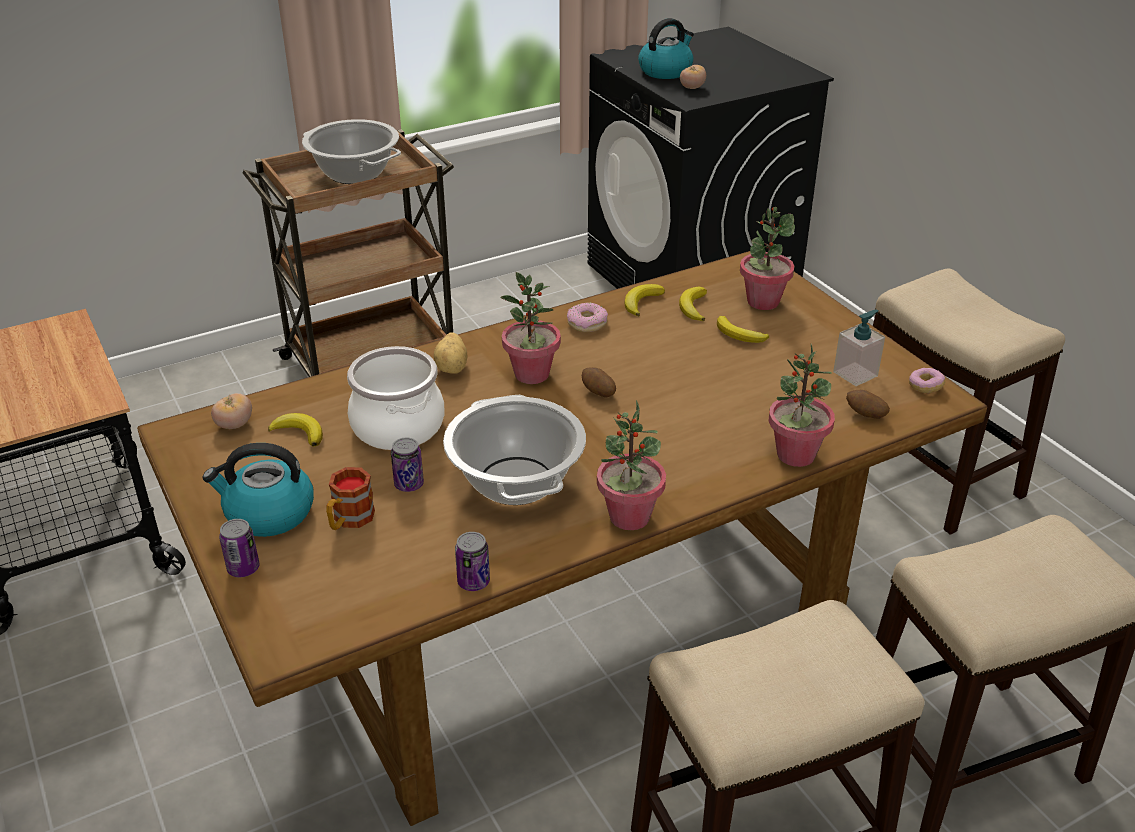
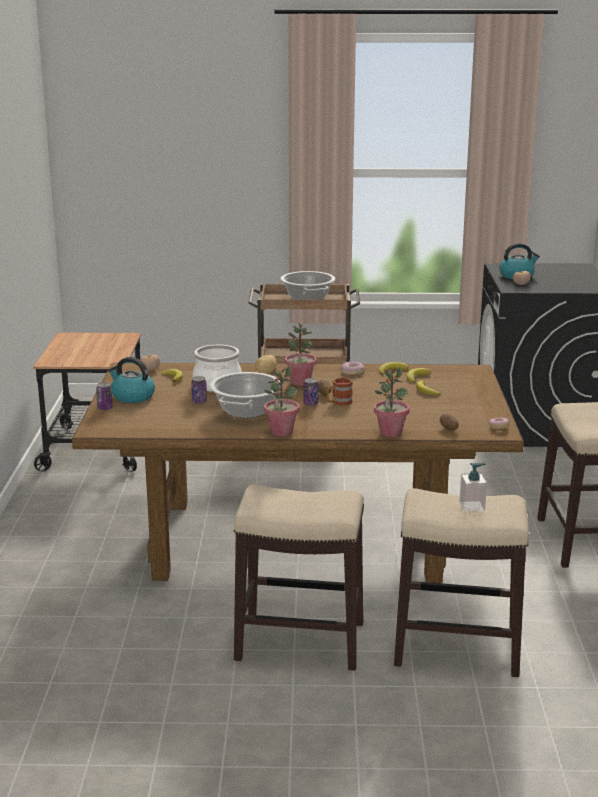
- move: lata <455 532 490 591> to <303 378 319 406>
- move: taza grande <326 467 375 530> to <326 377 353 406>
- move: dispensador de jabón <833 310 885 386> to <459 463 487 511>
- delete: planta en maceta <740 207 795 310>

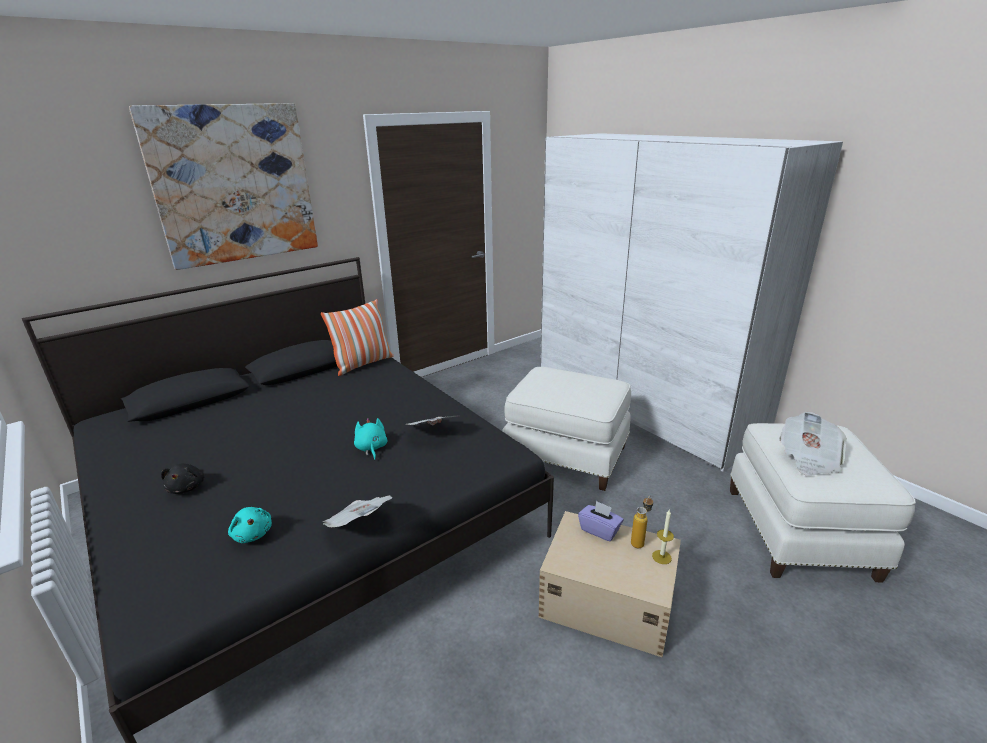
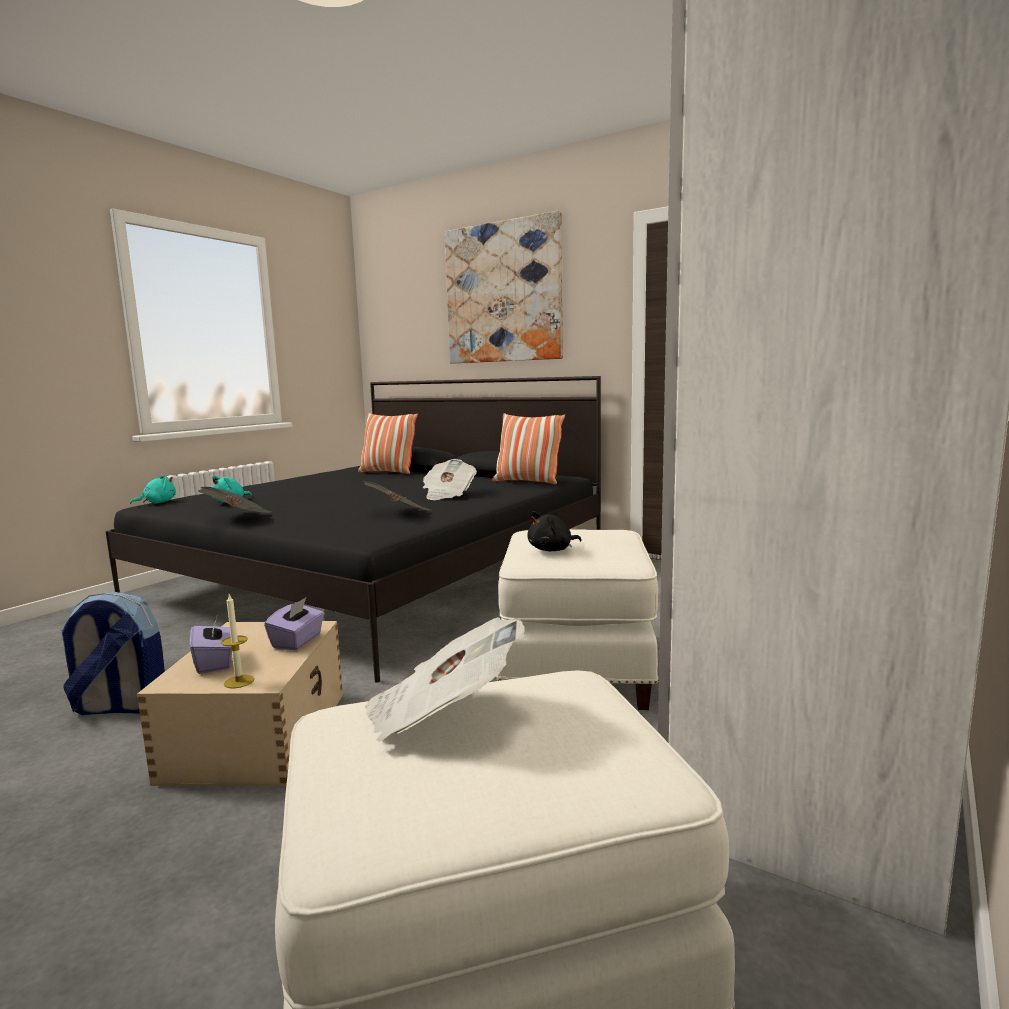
- insert: mochila <62 592 165 715>
- move: peluche/turquesa <354 418 387 460> to <130 475 176 504>
- insert: caja de pañuelos/morado <190 617 232 674>
- insert: cojín <358 413 418 474>
- insert: periódico <423 459 477 500>
- move: peluche/negro <161 463 205 494> to <527 511 581 551>
- delete: botella <631 496 653 548>

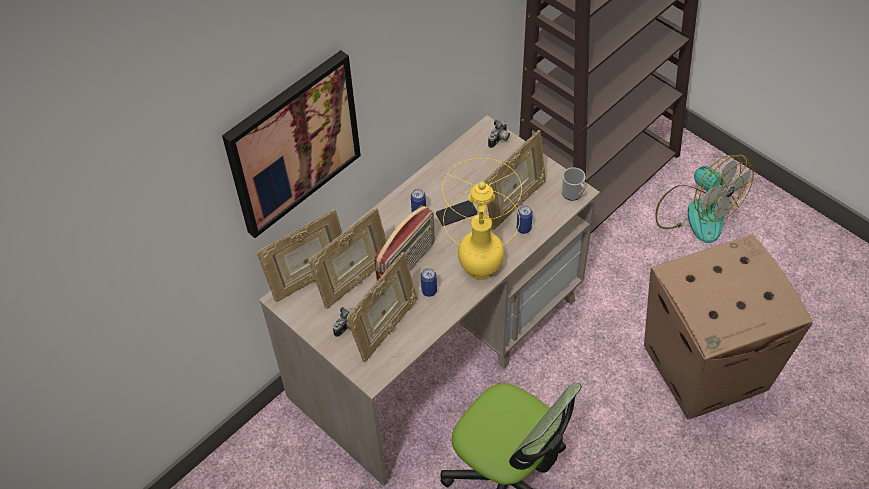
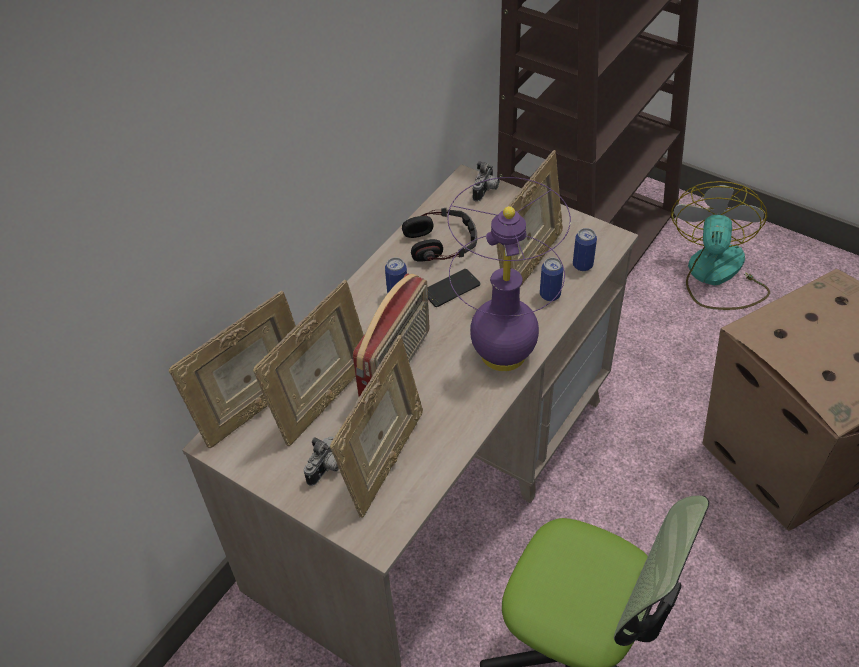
- insert: auriculares <402 207 477 262>
- recolor: lámpara de mesa/amarillo <442 158 522 280> to lámpara de mesa/morado <448 177 571 371>
- move: lata <421 268 437 297> to <573 228 597 271>
- rotate: ventilador <655 155 754 243> = <671 181 770 310> 120 degrees counterclockwise
- delete: cuadro <222 50 361 238>
- delete: taza grande <562 167 586 201>

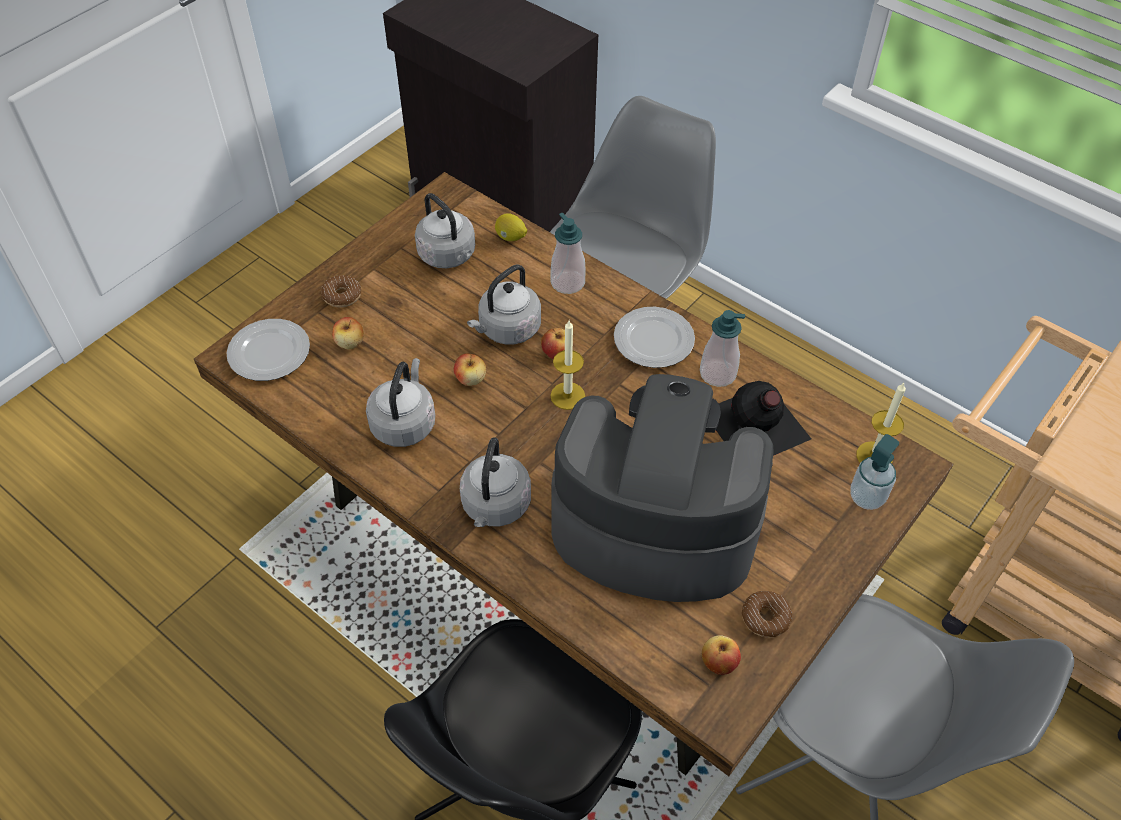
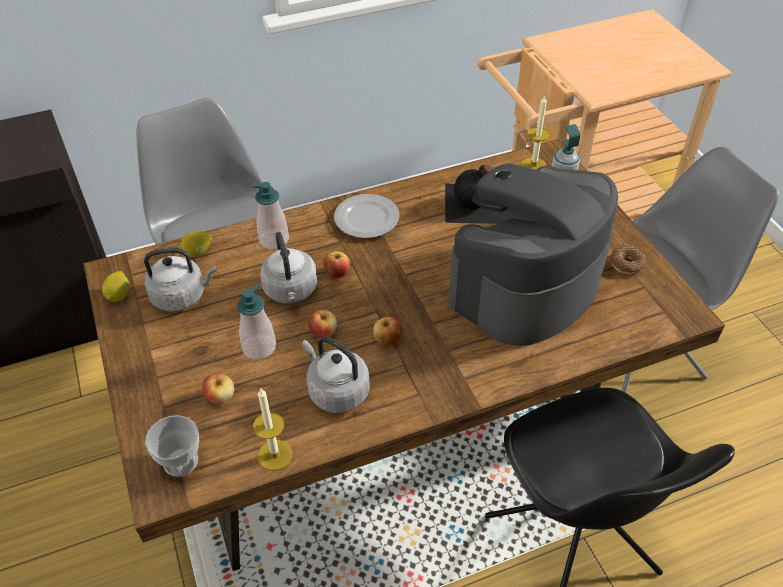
- insert: limón <102 271 129 302>
- replace: plato <227 319 310 381> to taza <145 415 199 477>
- move: dispensador de jabón <700 310 745 387> to <237 284 276 360>
- move: vela <550 320 585 410> to <253 389 292 470>
- move: manzana <701 635 741 675> to <373 317 403 346>
- delete: rosquilla <321 275 361 308>
- delete: hervidor/gris <460 437 531 527>

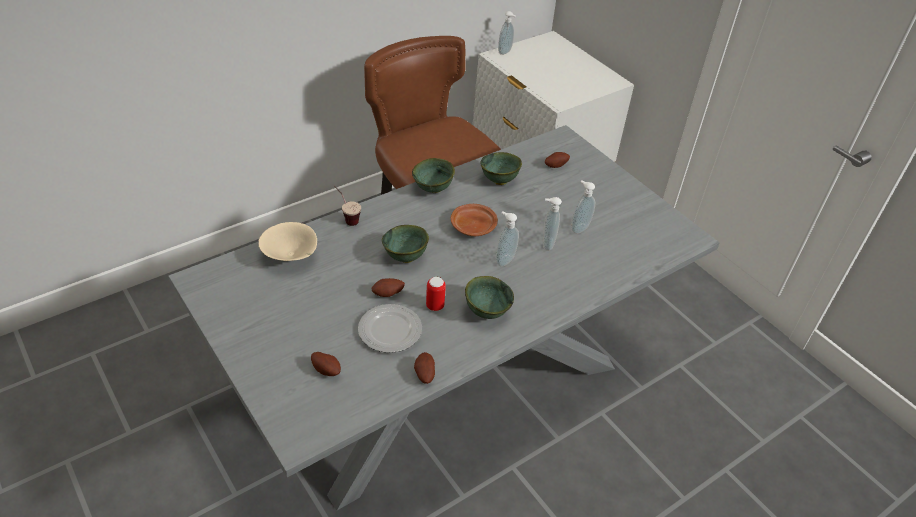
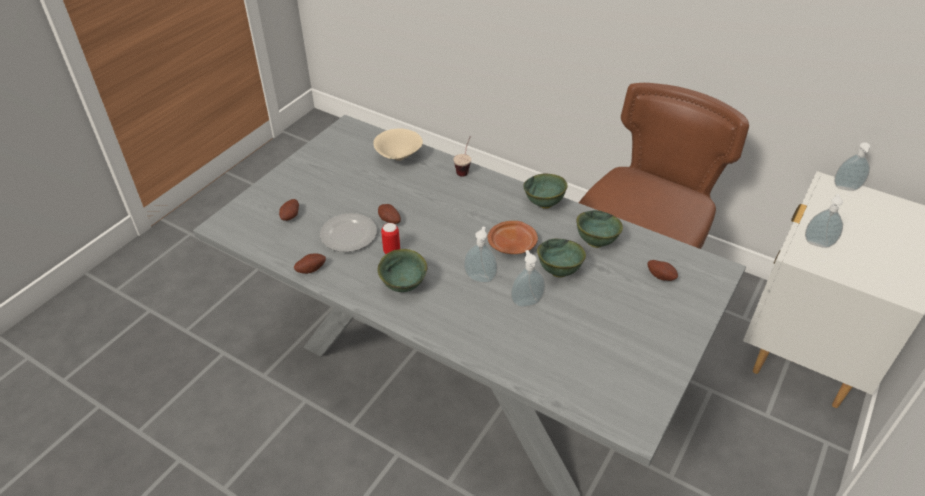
- move: cuenco/verde <382 225 429 263> to <537 239 586 278>
- move: dispensador de jabón <571 180 595 234> to <805 194 843 248>

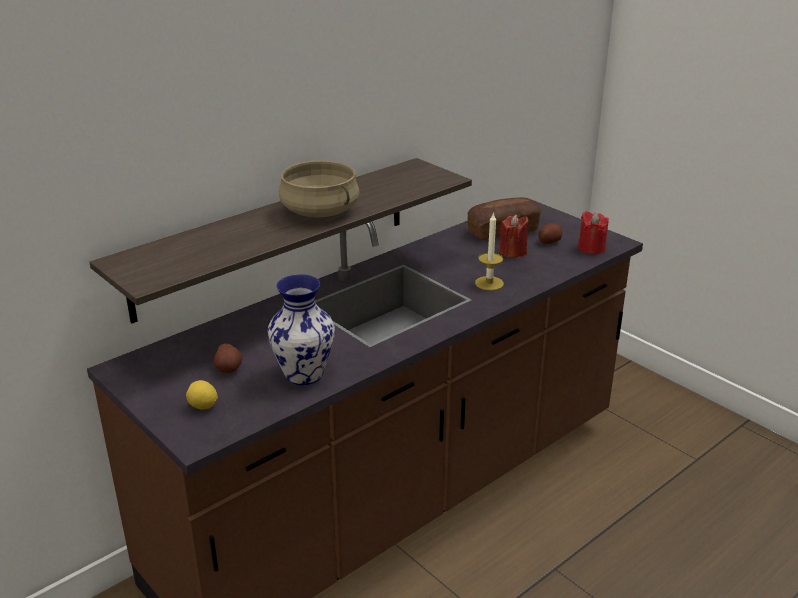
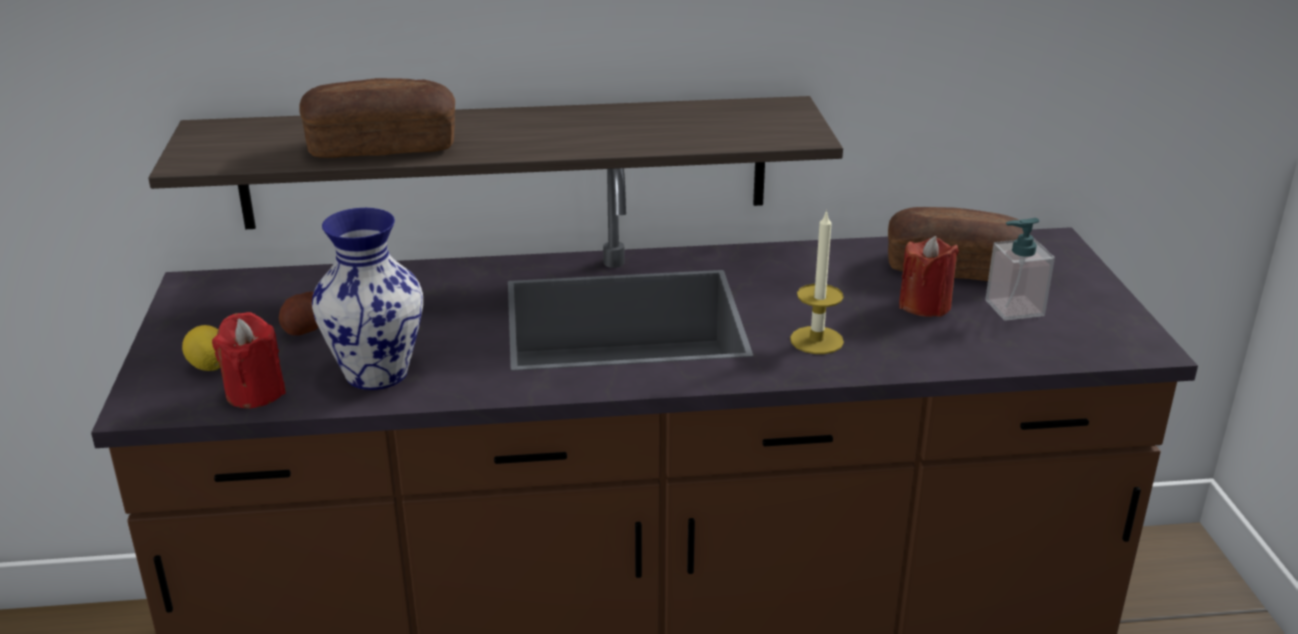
- move: vela/rojo <578 211 609 255> to <212 312 286 409>
- insert: pan <299 78 455 158>
- replace: patata <538 223 563 244> to dispensador de jabón <985 218 1055 321>
- delete: olla/beis <279 160 360 218>

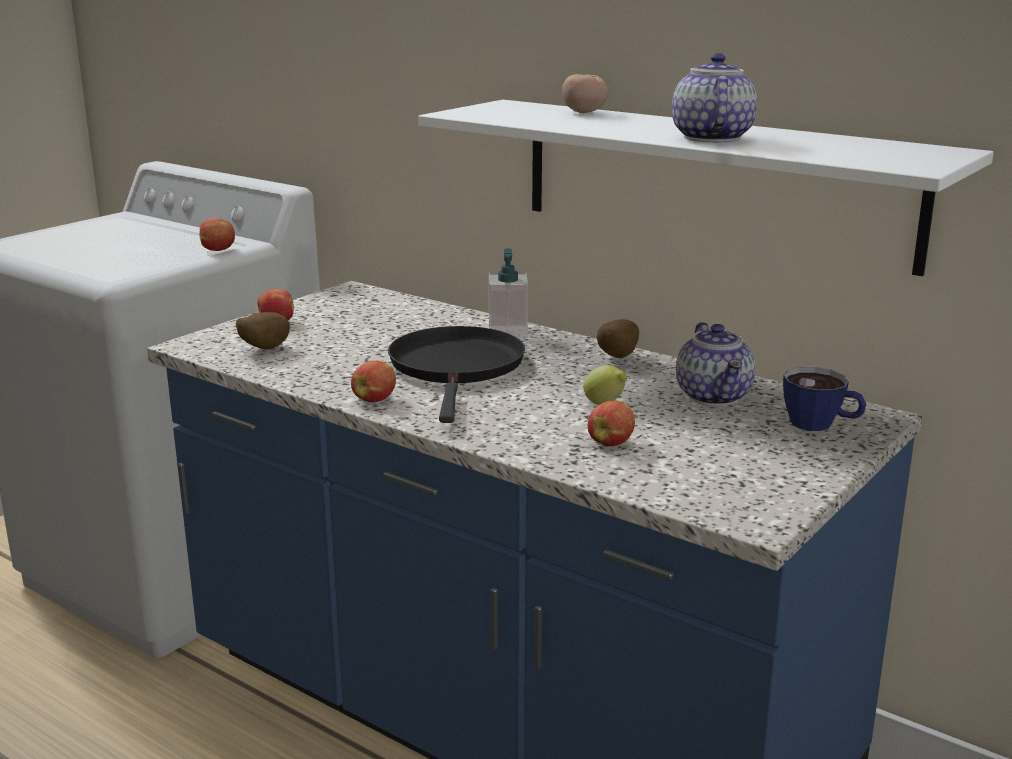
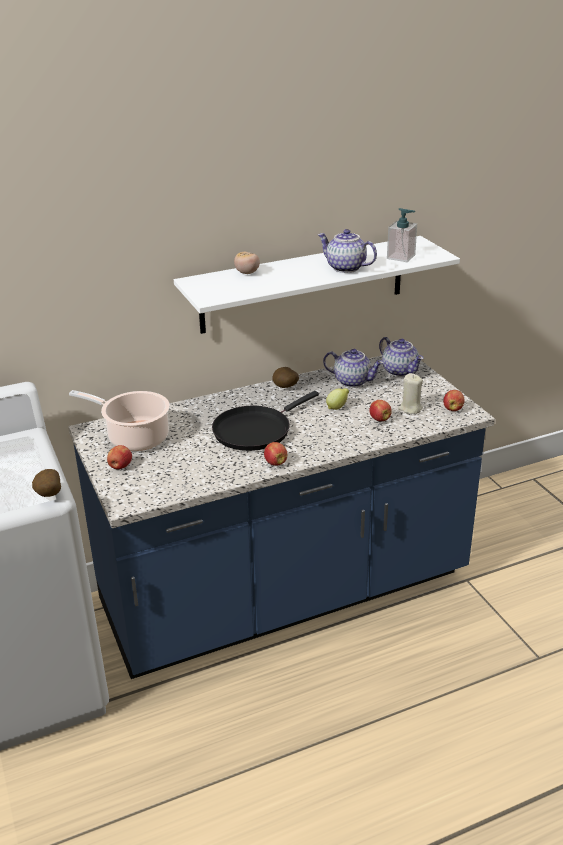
- move: patata <236 312 290 350> to <32 469 61 497>
- insert: olla <69 390 170 451>
- rotate: sartén/negro <388 326 525 423> = <212 391 319 451> 75 degrees counterclockwise
- replace: taza <783 367 867 431> to tetera <379 337 424 377>
- move: dispensador de jabón <489 248 528 338> to <387 208 417 262>
- insert: vela/beis <398 373 423 414>
- move: manzana <199 218 235 251> to <443 390 465 411>

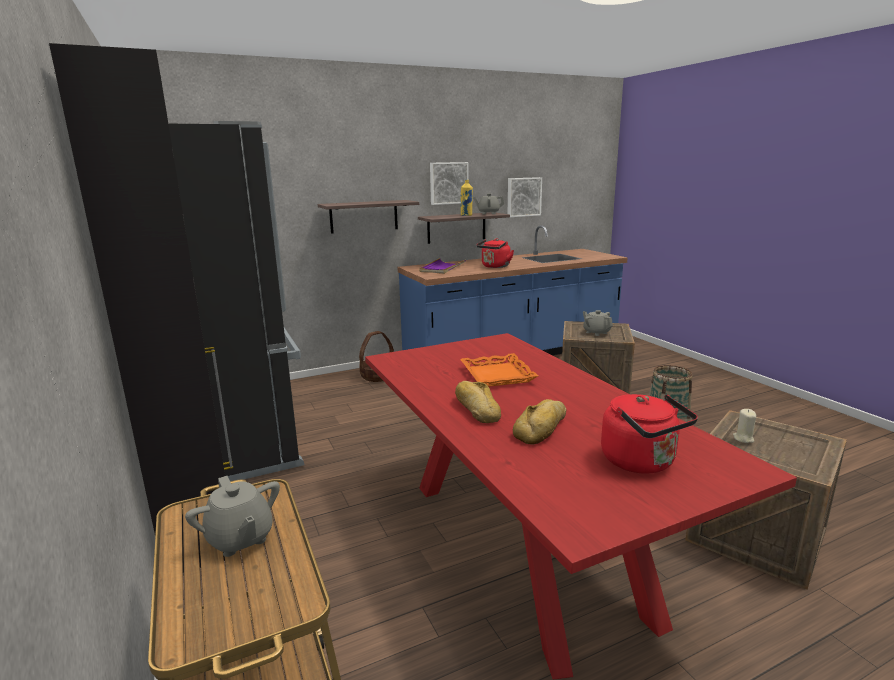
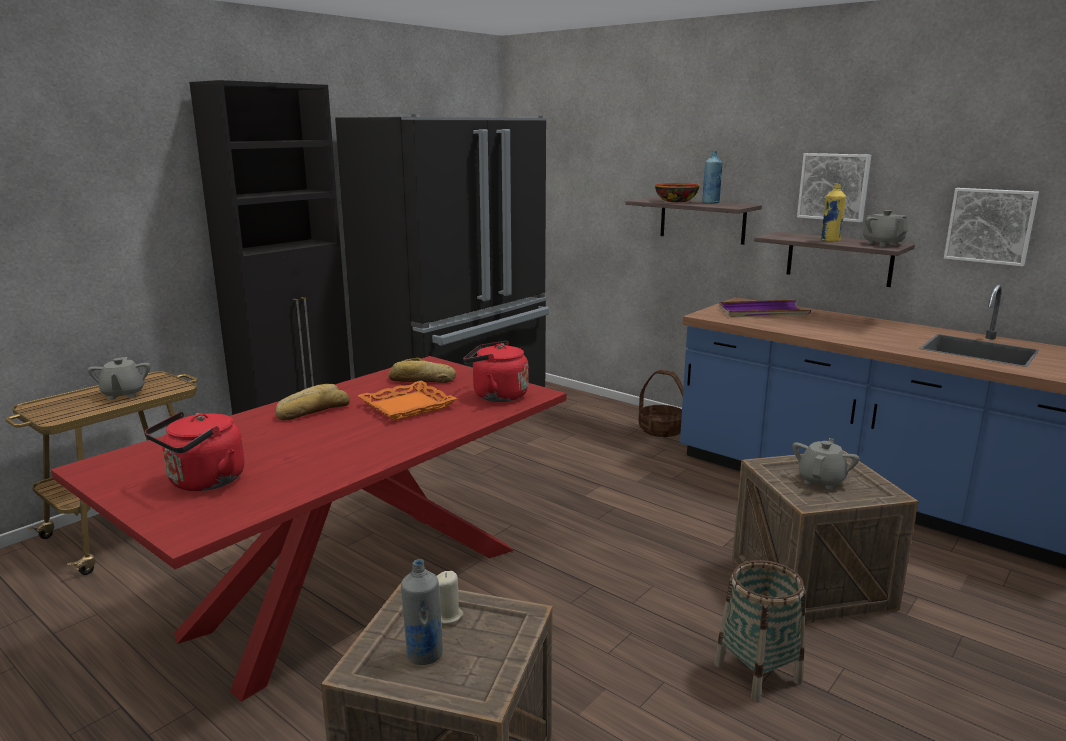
- rotate: tetera/gris <185 476 280 557> = <88 357 151 400> 45 degrees counterclockwise
- move: pan <513 399 566 445> to <388 358 456 383>
- insert: botella/gris <401 559 443 665>
- move: hervidor/rojo <477 238 514 268> to <463 341 529 402>
- insert: cuenco <655 183 699 202>
- insert: botella/azul <702 151 722 204>

